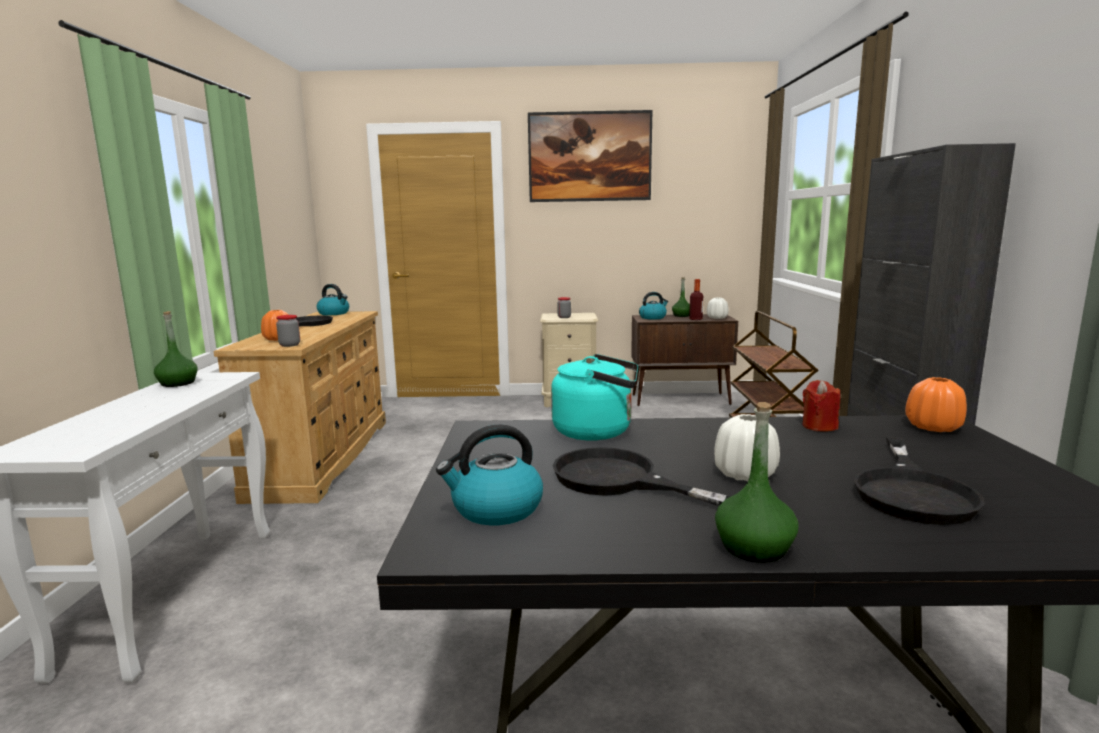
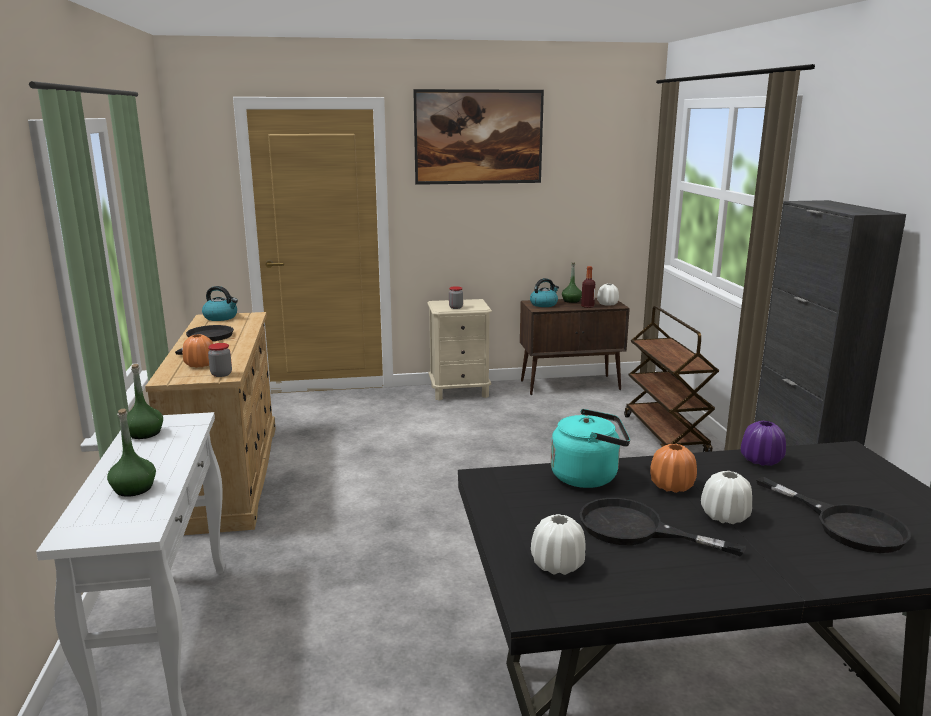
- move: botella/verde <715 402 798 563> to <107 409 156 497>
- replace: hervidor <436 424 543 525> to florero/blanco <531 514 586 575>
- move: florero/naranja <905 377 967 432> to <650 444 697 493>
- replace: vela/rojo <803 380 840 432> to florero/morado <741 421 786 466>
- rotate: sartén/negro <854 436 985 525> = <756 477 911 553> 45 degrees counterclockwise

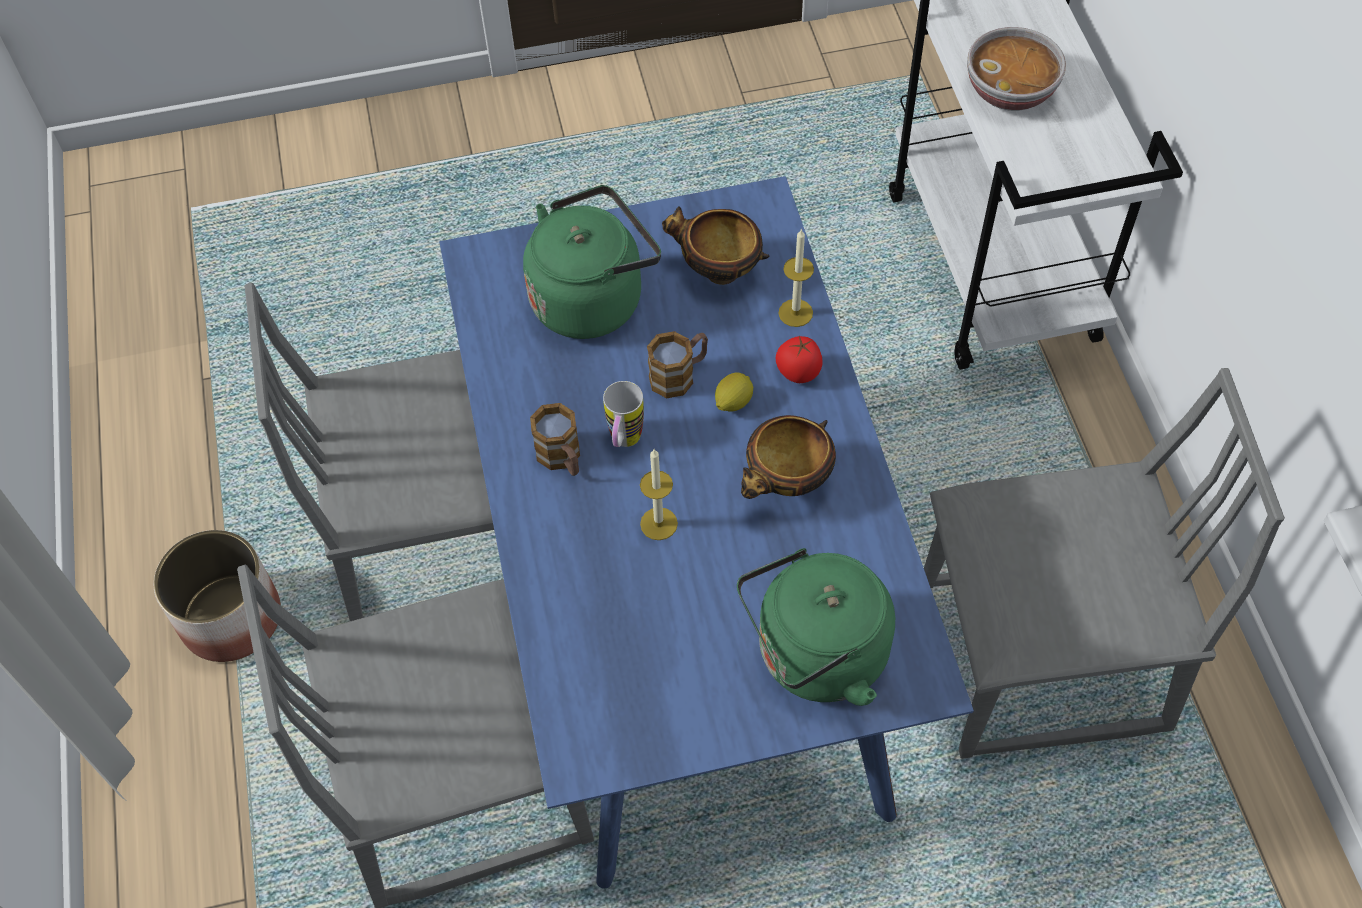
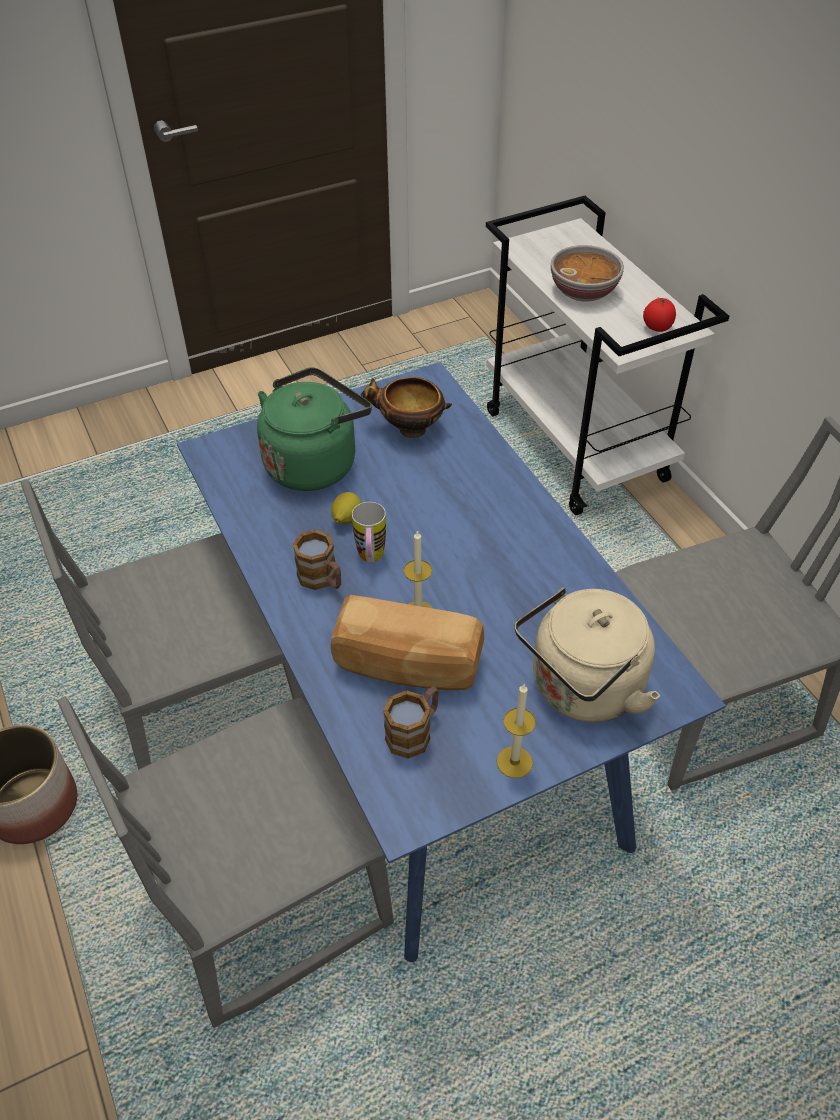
- move: limón <715 373 753 412> to <331 492 361 524>
- insert: pan <331 595 484 690>
- move: taza grande <647 331 708 398> to <383 686 439 759>
- move: vela <778 228 814 327> to <497 684 536 778>
- recolor: hervidor/verde <737 548 895 706> to hervidor/beis <514 588 660 722>
- move: tomate <776 336 823 383> to <643 298 676 332>
- delete: cuenco <741 415 836 499>

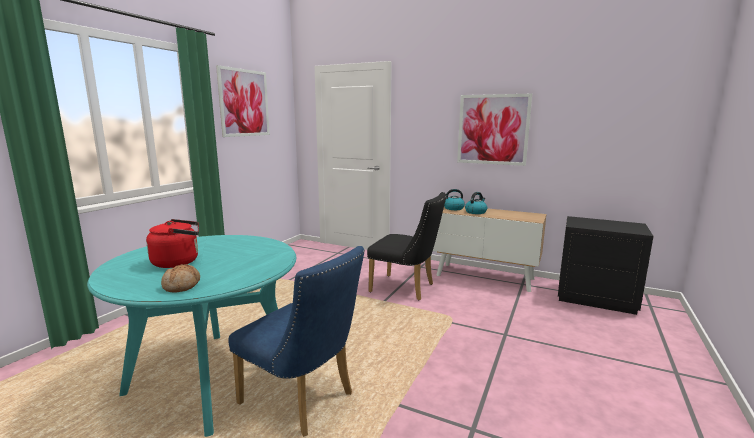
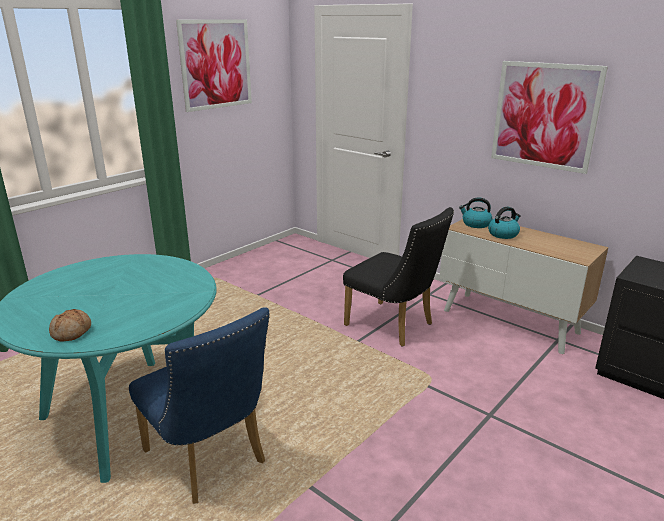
- delete: hervidor/rojo <146 219 199 268>

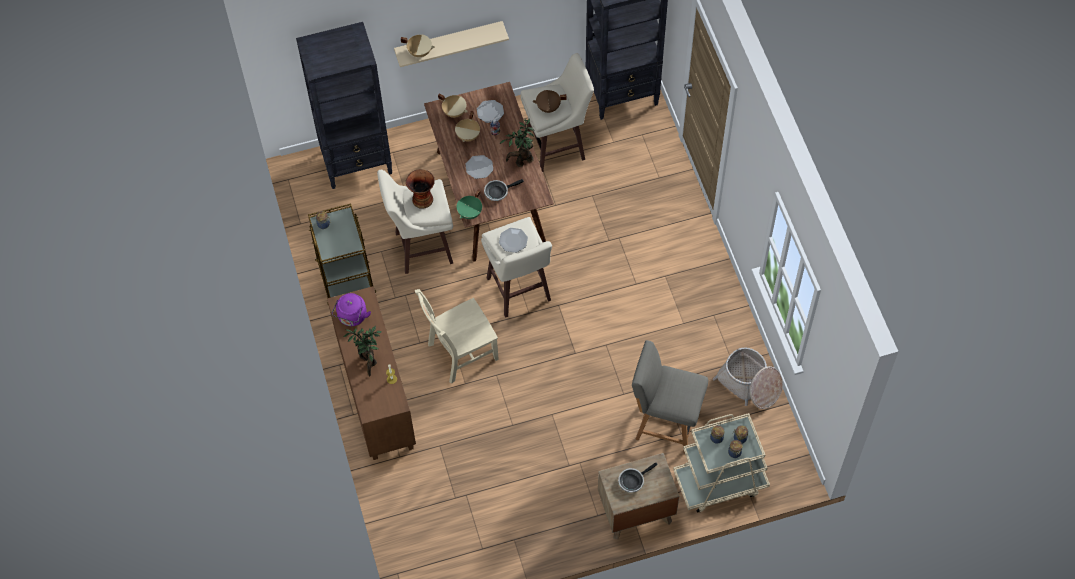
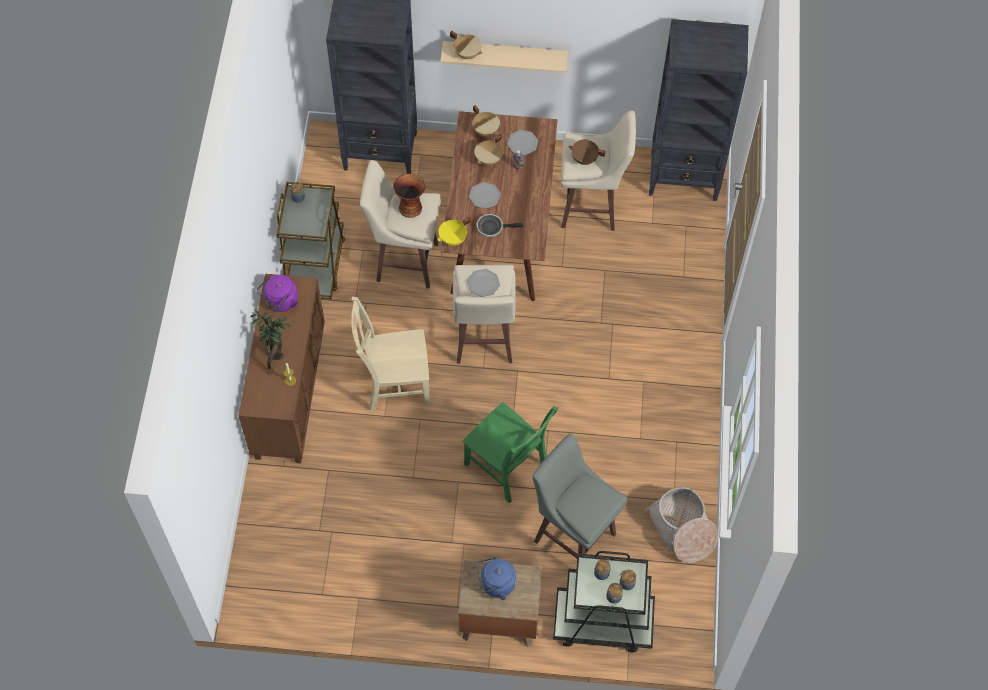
- recolor: olla/verde <456 189 482 219> to olla/amarillo <438 217 471 246>
- insert: silla/verde <462 402 559 503>
- replace: sartén <618 463 658 493> to hervidor/azul <476 557 516 600>
- replace: silla/gris <632 340 708 453> to taburete/gris <532 434 627 558>
- recolor: carrito/beis <673 413 770 512> to carrito/negro <553 551 655 653>
- delete: planta en maceta <499 119 534 167>

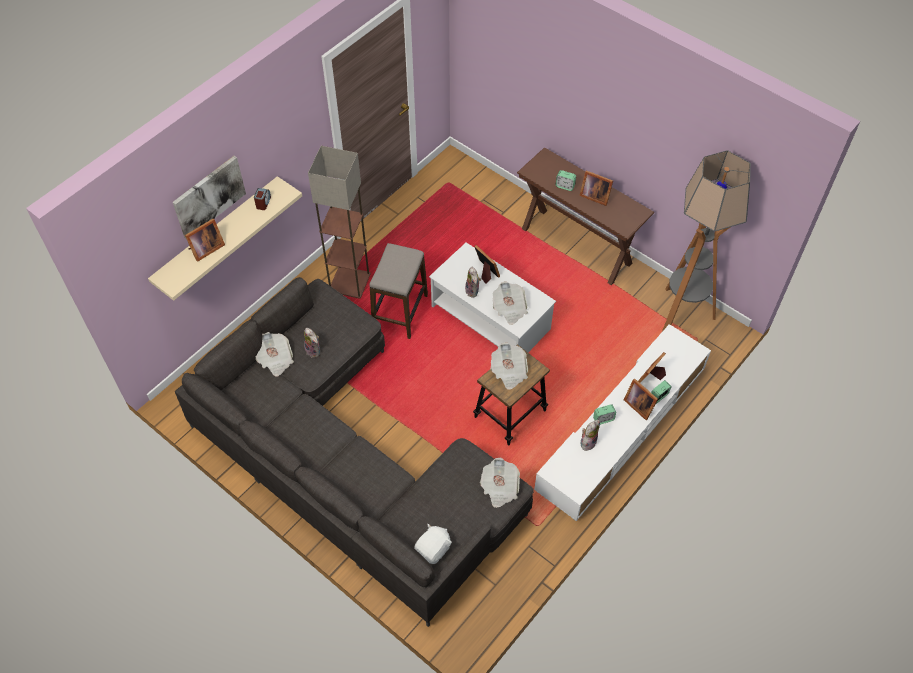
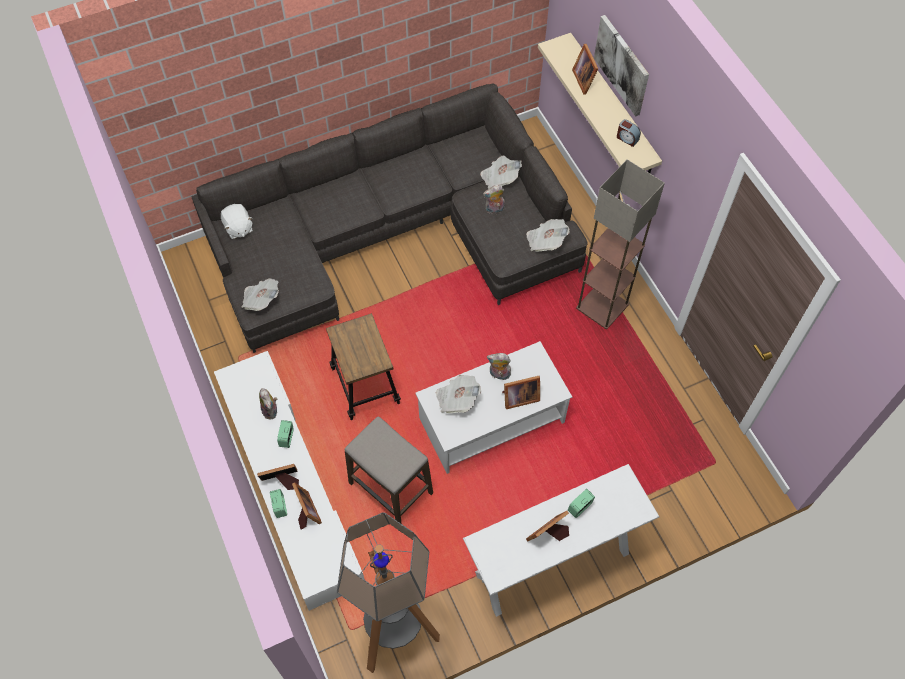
- move: taburete <369 243 428 339> to <345 416 433 523>
- recolor: mesa consola/marrón <517 147 654 285> to mesa consola/blanco <463 464 659 617>
- move: periódico <490 342 528 390> to <526 219 570 252>

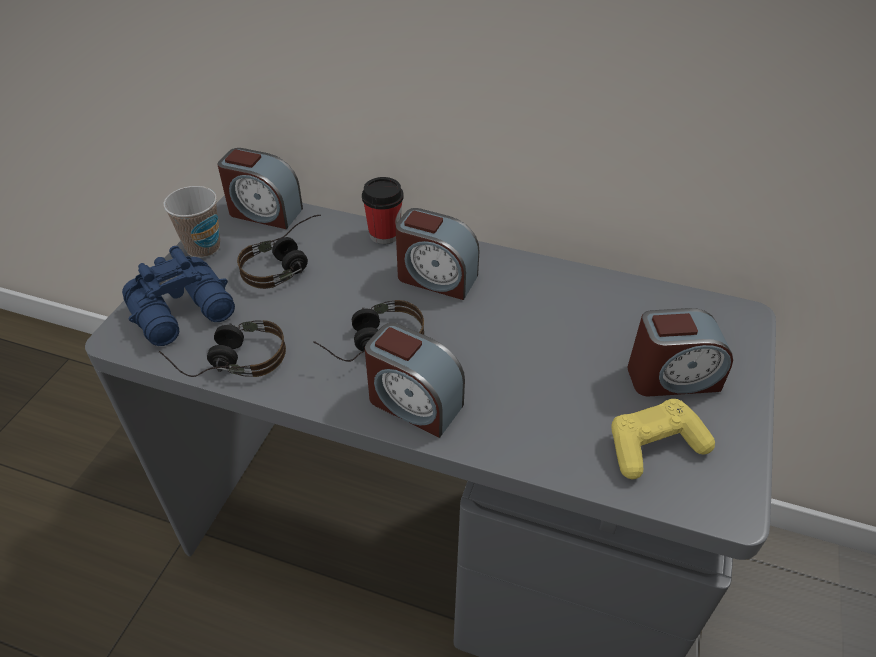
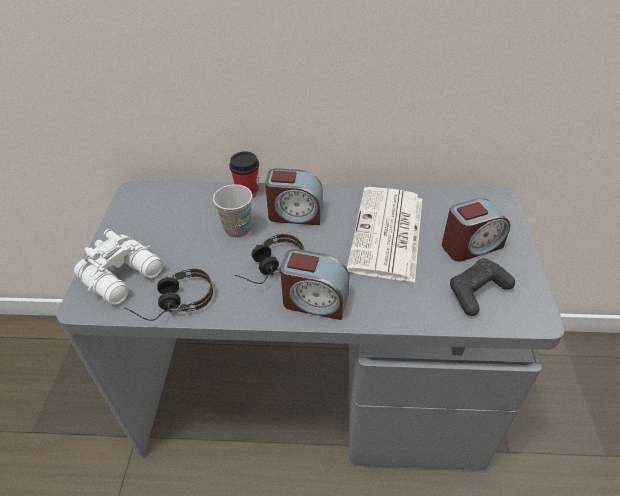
- recolor: prismáticos/azul <122 246 235 346> to prismáticos/blanco <74 229 163 305>
- move: taza <163 186 220 258> to <213 184 252 238>
- insert: periódico <347 187 422 283>
- recolor: mando de consola/amarillo <611 399 715 479> to mando de consola/negro <450 258 515 316>
- delete: despertador <217 148 303 229>
- delete: auriculares <237 215 321 289>

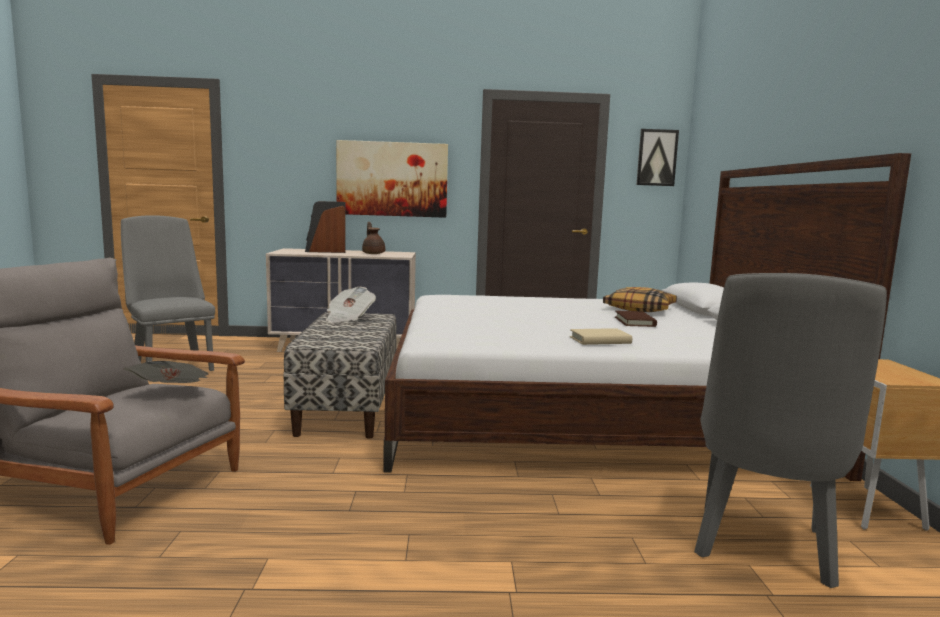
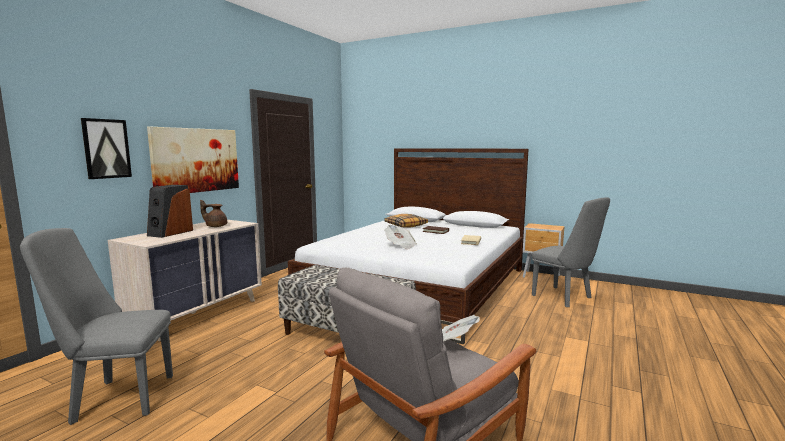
- move: cuadro <637 129 679 186> to <81 118 132 179>
- move: periódico <326 287 376 323> to <384 225 417 249>

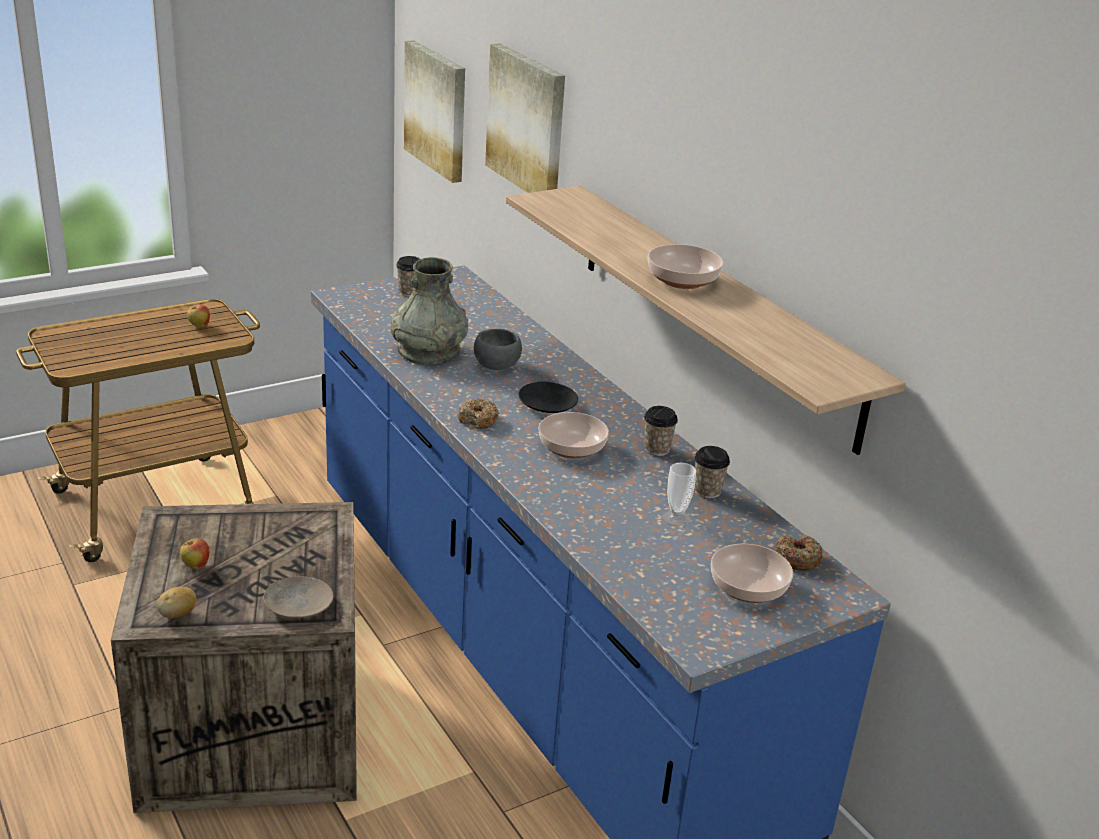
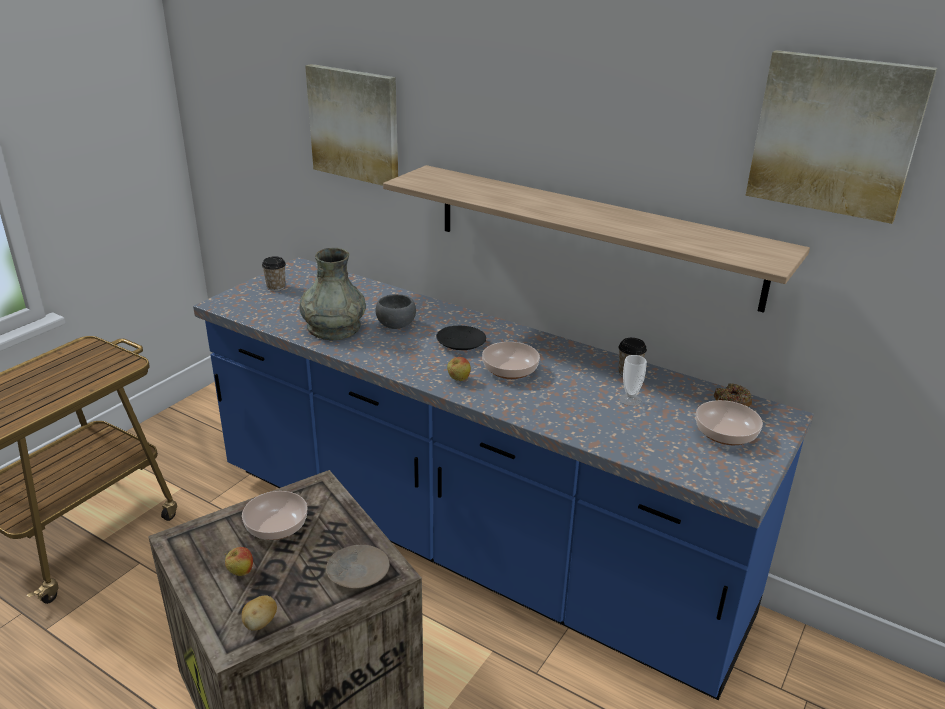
- move: cuenco <648 244 723 289> to <242 491 307 540>
- move: manzana <187 304 210 328> to <447 357 471 381>
- move: cuadro <404 40 465 183> to <746 50 937 224>
- delete: rosquilla <458 398 499 429>
- delete: taza <644 406 678 456>

